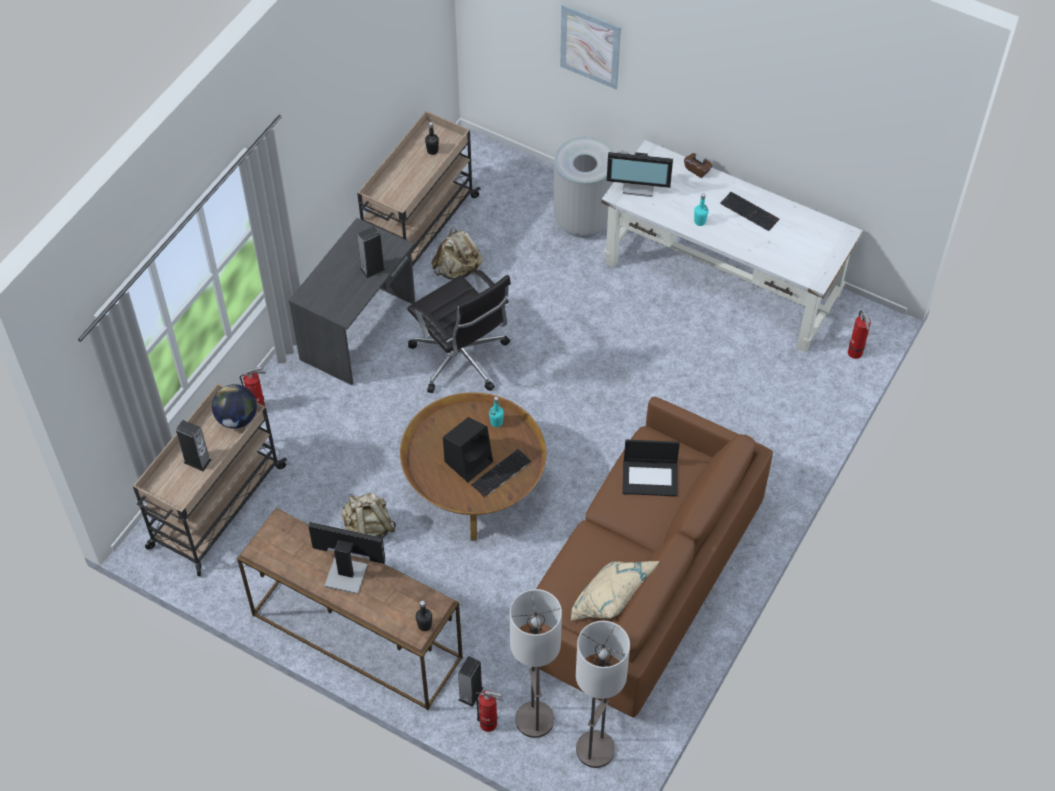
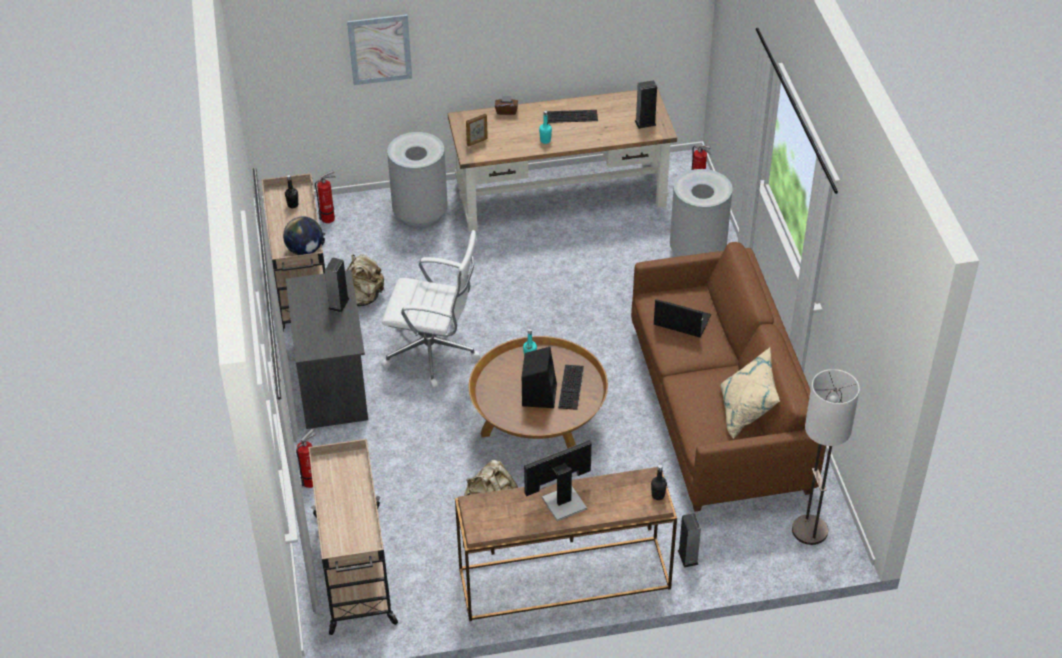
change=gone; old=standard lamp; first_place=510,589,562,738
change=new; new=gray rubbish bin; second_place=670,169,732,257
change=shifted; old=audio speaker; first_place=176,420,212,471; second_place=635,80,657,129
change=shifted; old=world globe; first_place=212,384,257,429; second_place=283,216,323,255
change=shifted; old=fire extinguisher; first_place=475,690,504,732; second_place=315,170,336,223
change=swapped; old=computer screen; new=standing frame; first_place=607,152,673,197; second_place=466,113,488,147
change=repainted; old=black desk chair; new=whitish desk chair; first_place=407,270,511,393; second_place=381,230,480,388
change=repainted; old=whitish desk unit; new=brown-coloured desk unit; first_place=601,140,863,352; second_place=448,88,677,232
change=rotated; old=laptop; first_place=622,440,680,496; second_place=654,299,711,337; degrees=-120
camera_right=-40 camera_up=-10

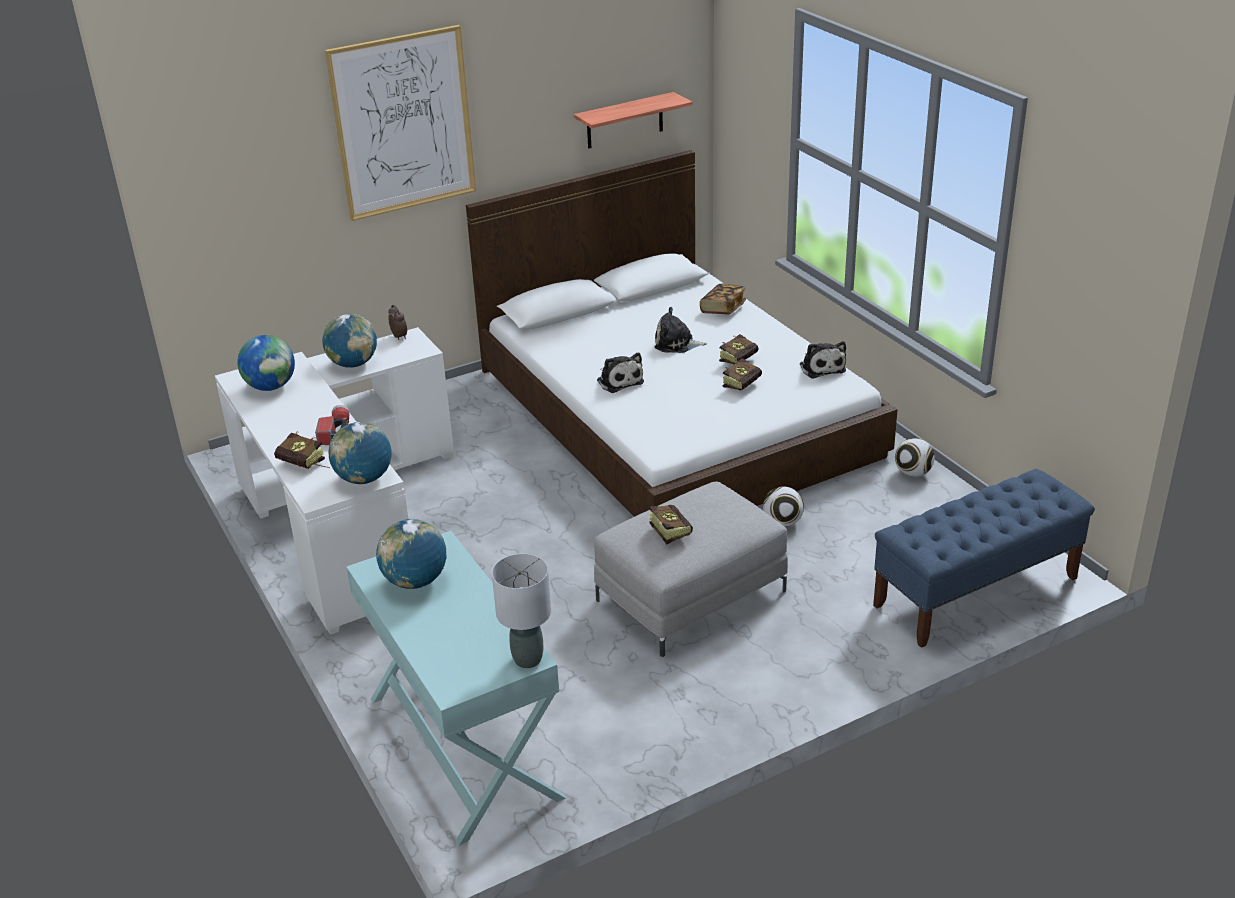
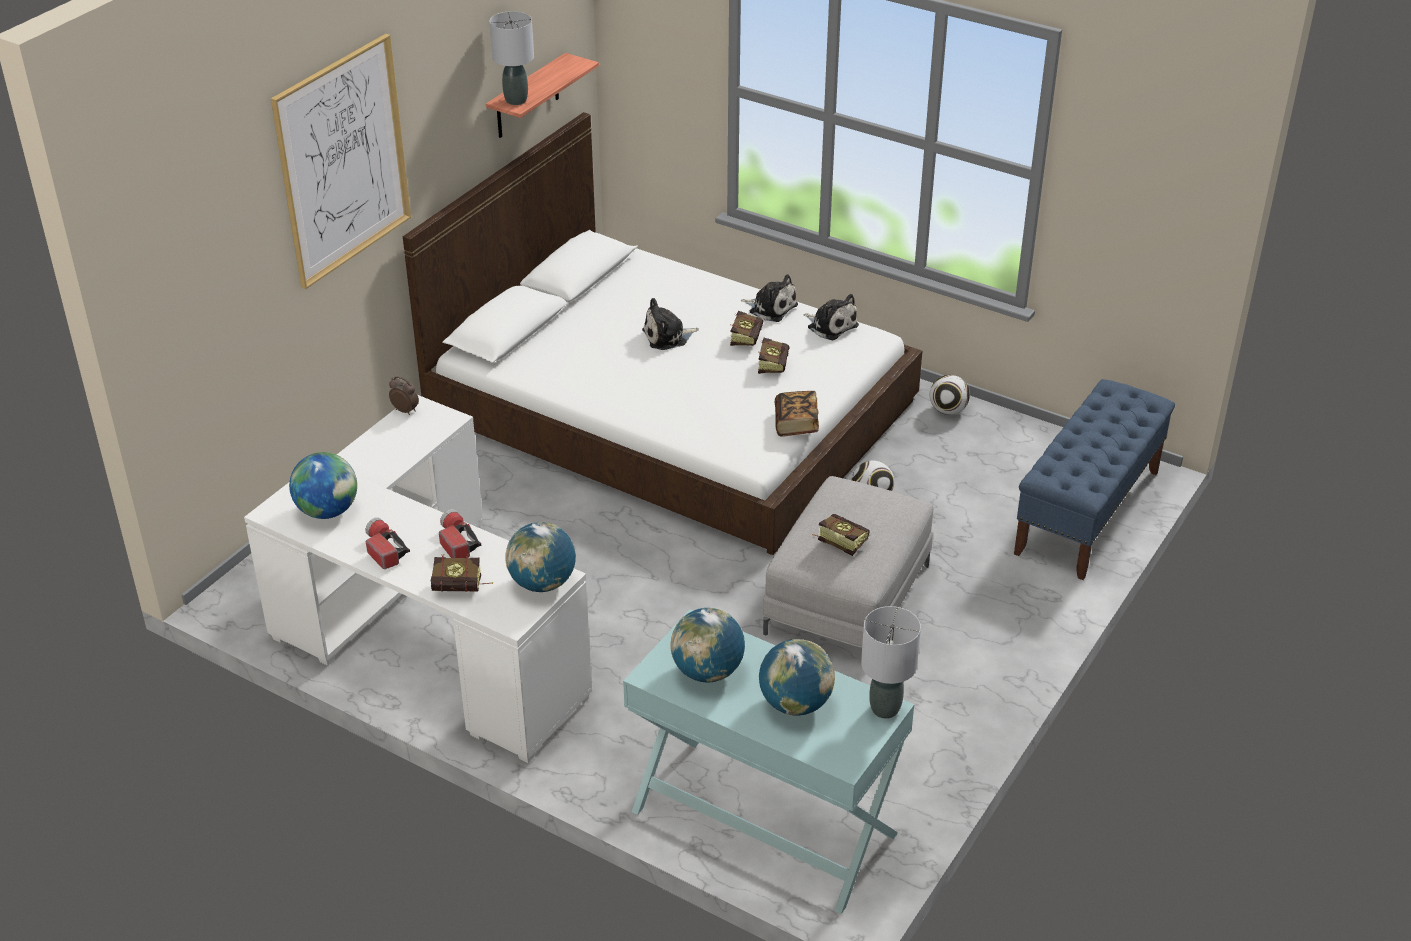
change=new; new=flashlight; second_place=365,517,410,569
change=new; new=gray table lamp; second_place=490,11,534,105
change=shifted; old=world globe; first_place=322,314,377,368; second_place=759,639,835,716
change=shifted; old=soft toy; first_place=597,352,644,393; second_place=741,274,798,322
change=shifted; old=volume; first_place=700,284,746,315; second_place=775,391,819,437
camera_right=-30 camera_up=5

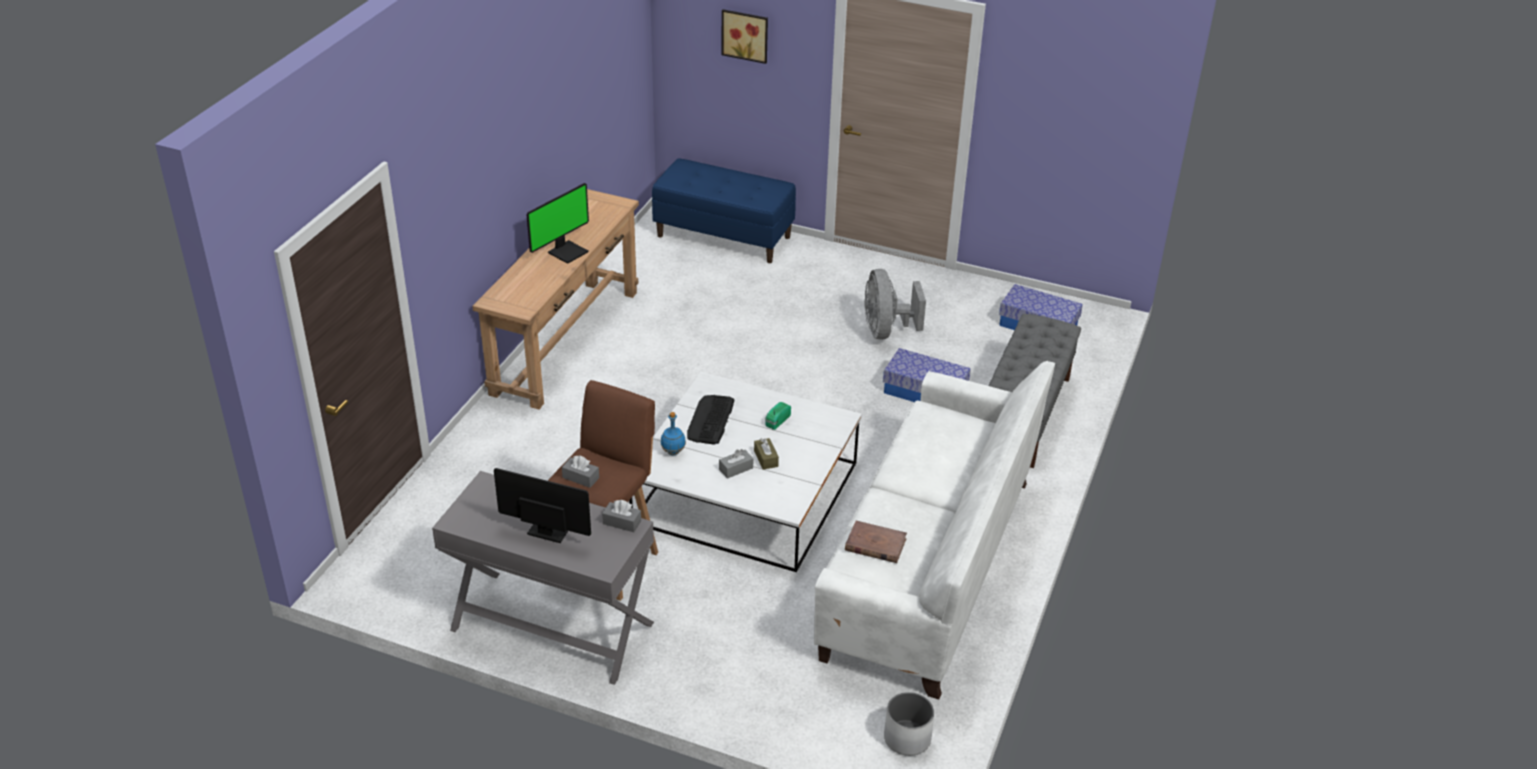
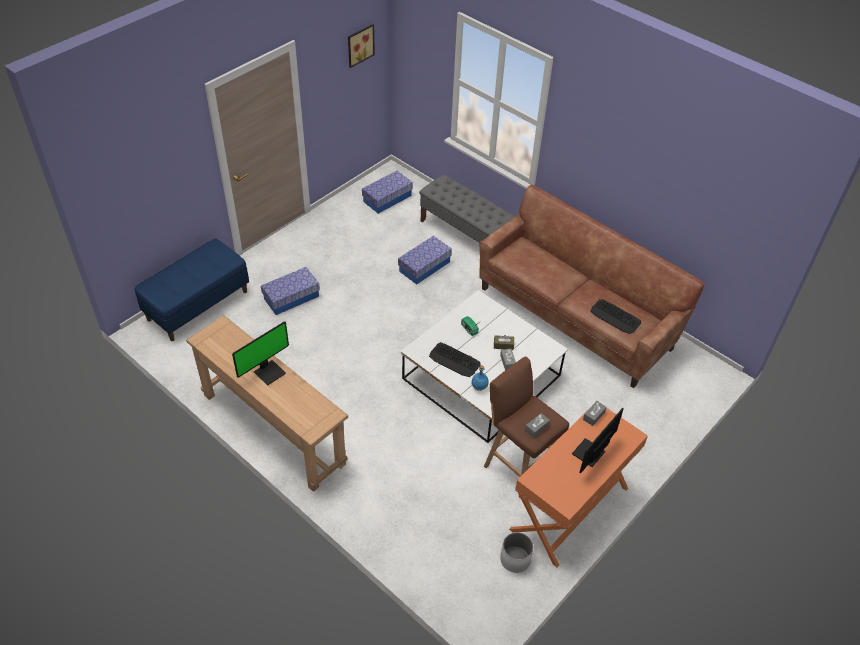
change=gone; old=gray electric fan; first_place=864,269,926,340
change=new; new=storage box; second_place=261,267,320,315
change=shifted; old=wall art; first_place=722,9,768,64; second_place=348,24,375,68
change=shifted; old=whitish planter; first_place=884,692,934,756; second_place=500,532,533,573
change=swapped; old=brown-coloured volume; new=PC keyboard; first_place=845,521,907,563; second_place=591,299,641,334
change=repainted; old=gray desk unit; new=orange-coloured desk unit; first_place=432,471,654,685; second_place=509,408,648,567
change=repainted; old=whitish settee; new=brown-coloured settee; first_place=814,361,1055,700; second_place=479,184,704,388
change=rotated; old=computer screen; first_place=526,183,589,264; second_place=232,321,289,386; degrees=75
camera_right=-70 camera_up=10

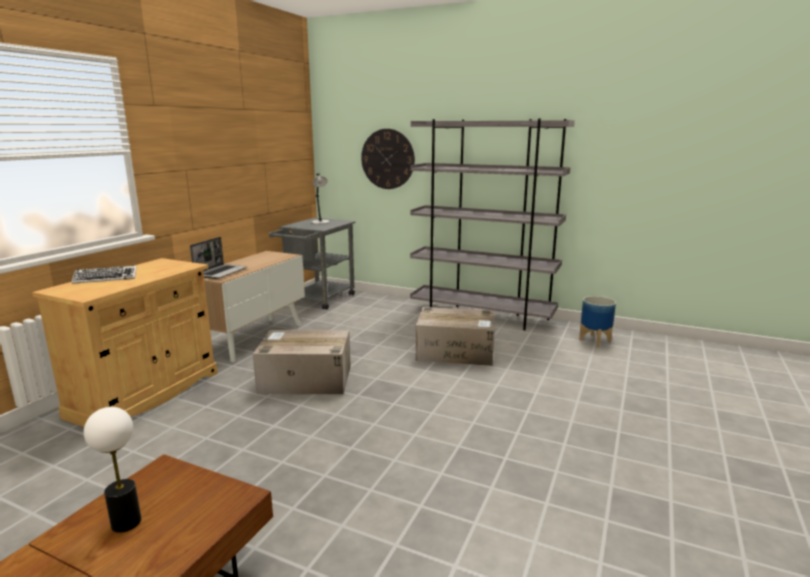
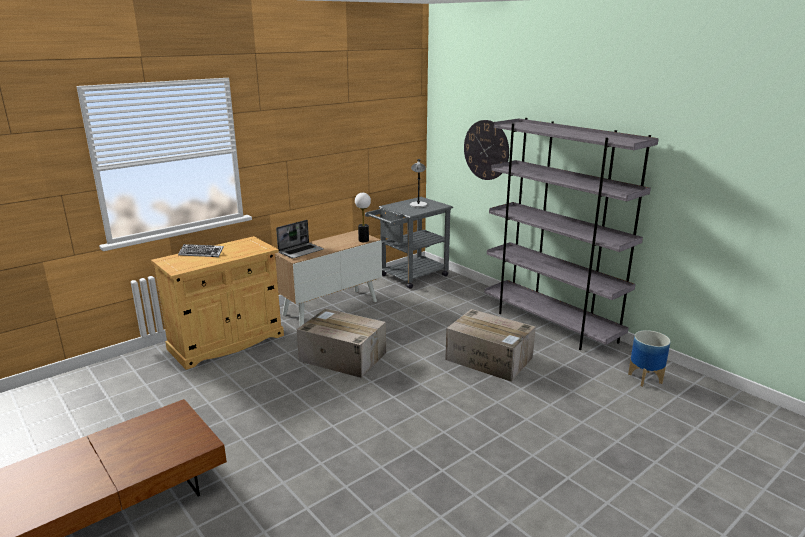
change=shifted; old=table lamp; first_place=84,407,141,533; second_place=355,193,371,242
camera_right=25 camera_up=5

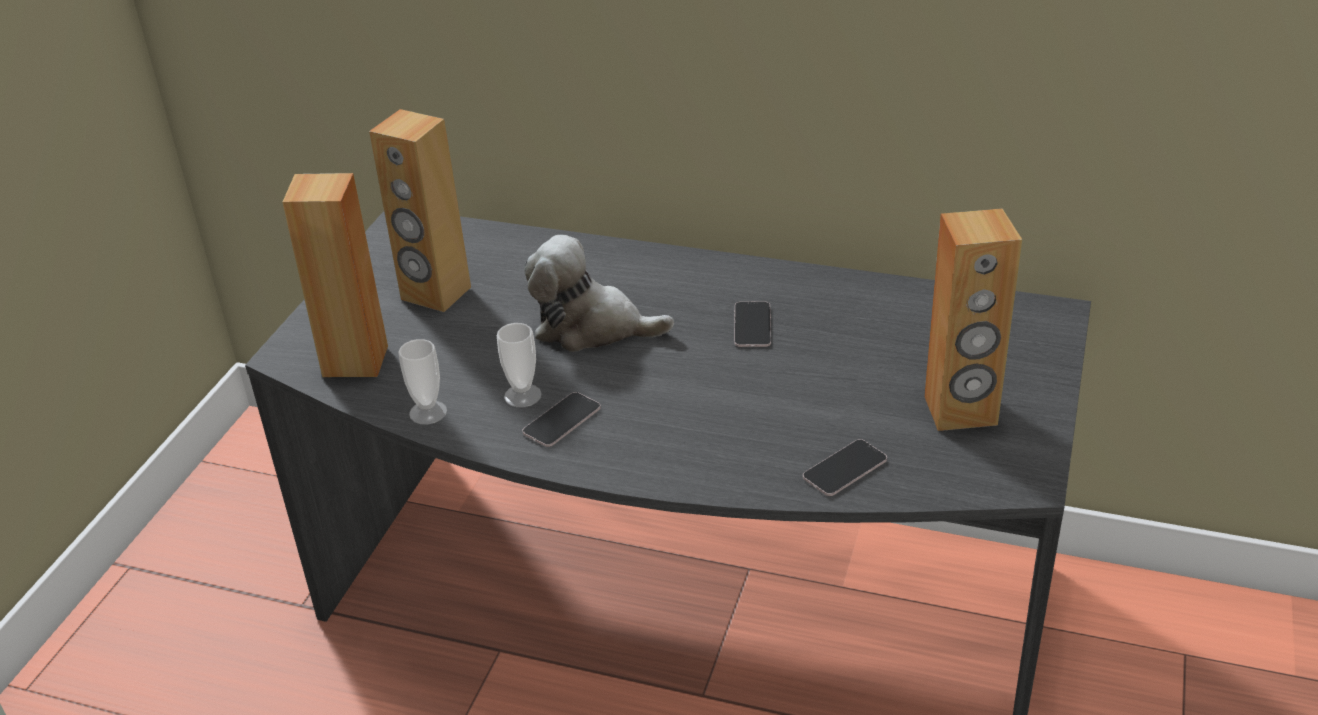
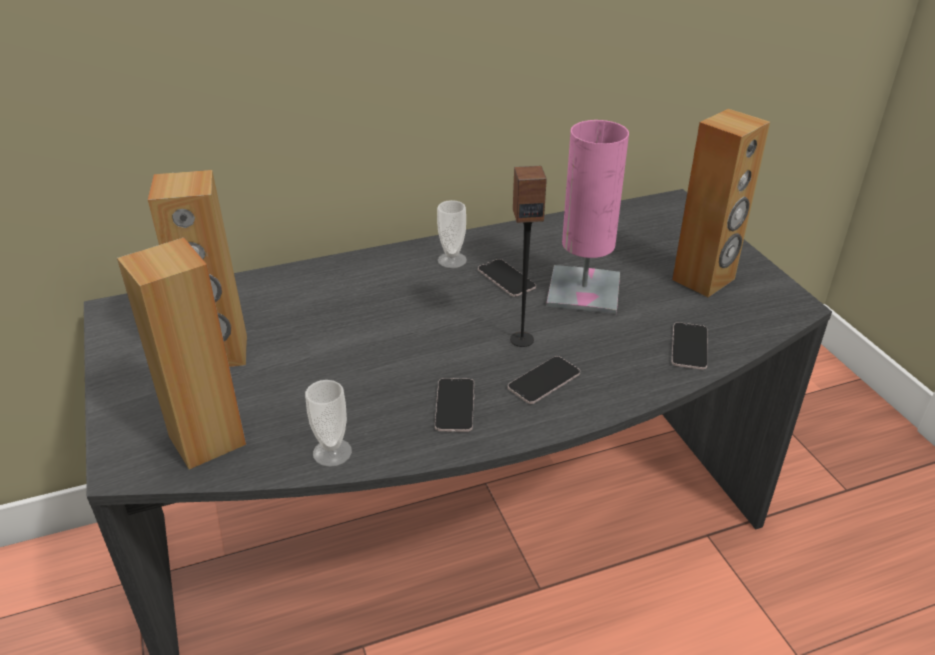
change=gone; old=soft toy; first_place=524,235,674,352
change=new; new=handset; second_place=508,356,580,404
change=new; new=audio speaker; second_place=510,166,547,347
change=new; new=pink-coloured table lamp; second_place=546,120,629,314
change=shifted; old=small cup; first_place=497,323,542,408; second_place=437,200,467,268
camera_right=-40 camera_up=0

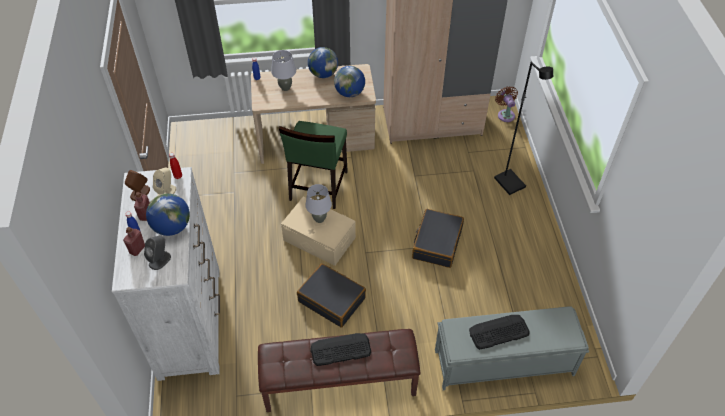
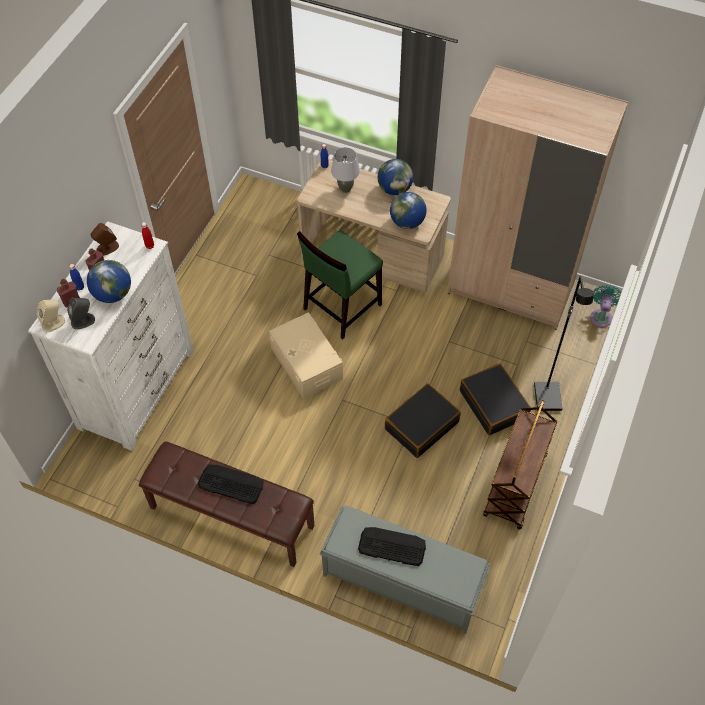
change=gone; old=gray table lamp; first_place=305,184,332,223
change=new; new=brown-coloured trolley; second_place=483,400,557,530
change=shifted; old=beige audio speaker; first_place=153,168,176,196; second_place=37,299,65,332
change=shifted; old=black suitcase; first_place=297,263,366,327; second_place=460,363,531,435
change=repainted; old=brown-coloured electric fan; new=blue-green electric fan; first_place=495,86,518,122; second_place=590,285,621,328
camera_right=30 camera_up=5

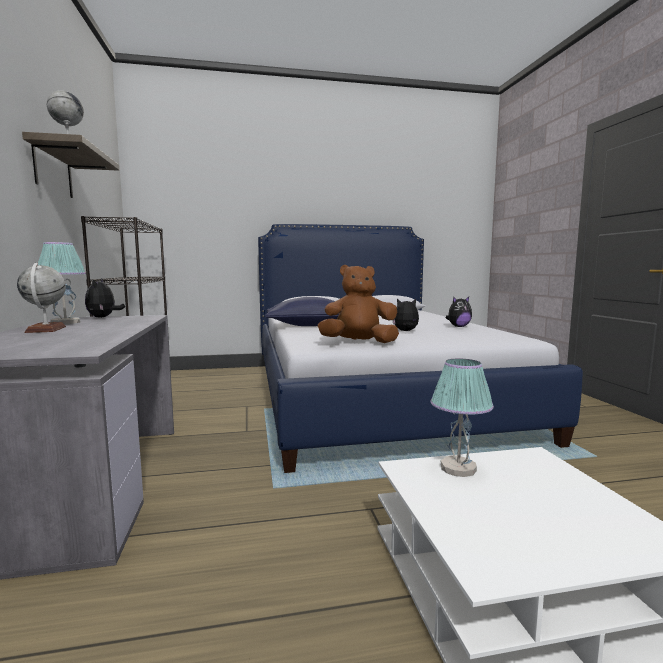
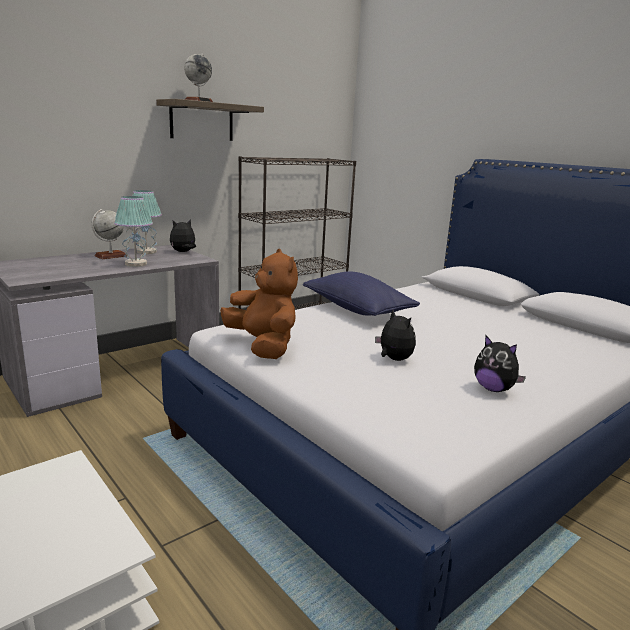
change=shifted; old=table lamp; first_place=431,359,494,477; second_place=114,196,153,267
camera_right=60 camera_up=10

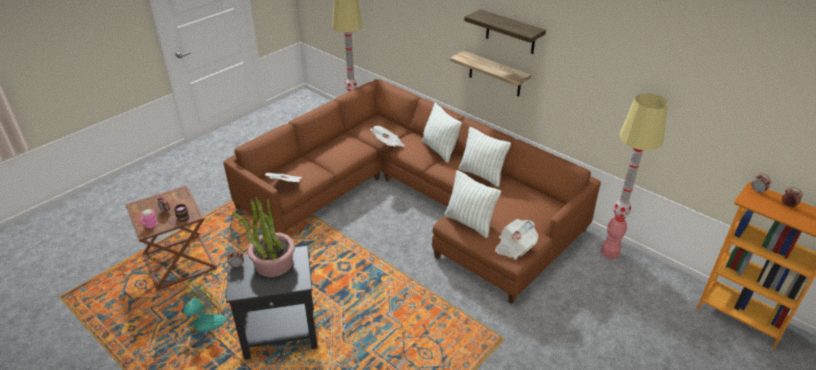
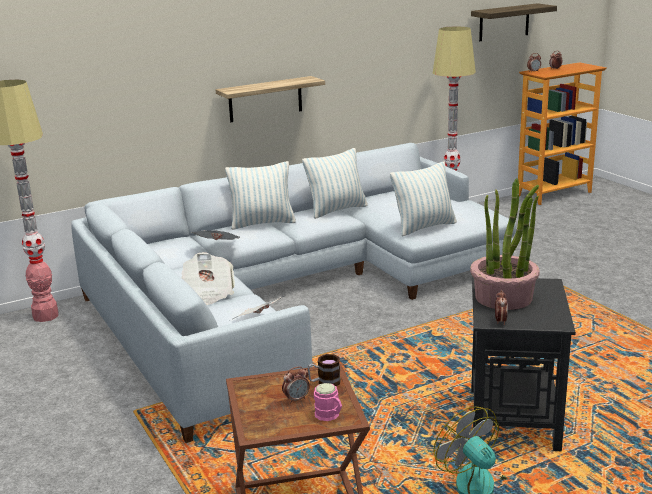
change=shifted; old=shelf; first_place=464,9,546,54; second_place=471,3,557,41
change=shifted; old=printed paper; first_place=495,219,538,259; second_place=181,252,235,305
change=repainted; old=brown-coloured settee; new=gray settee; first_place=223,79,601,304; second_place=71,143,516,443
camera_right=-70 camera_up=-15

